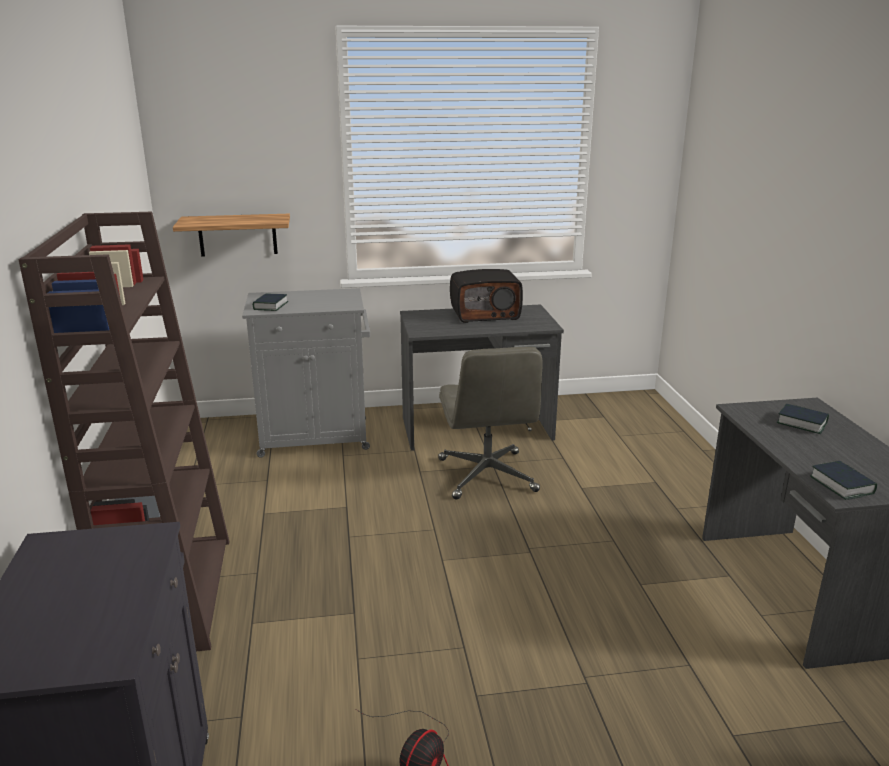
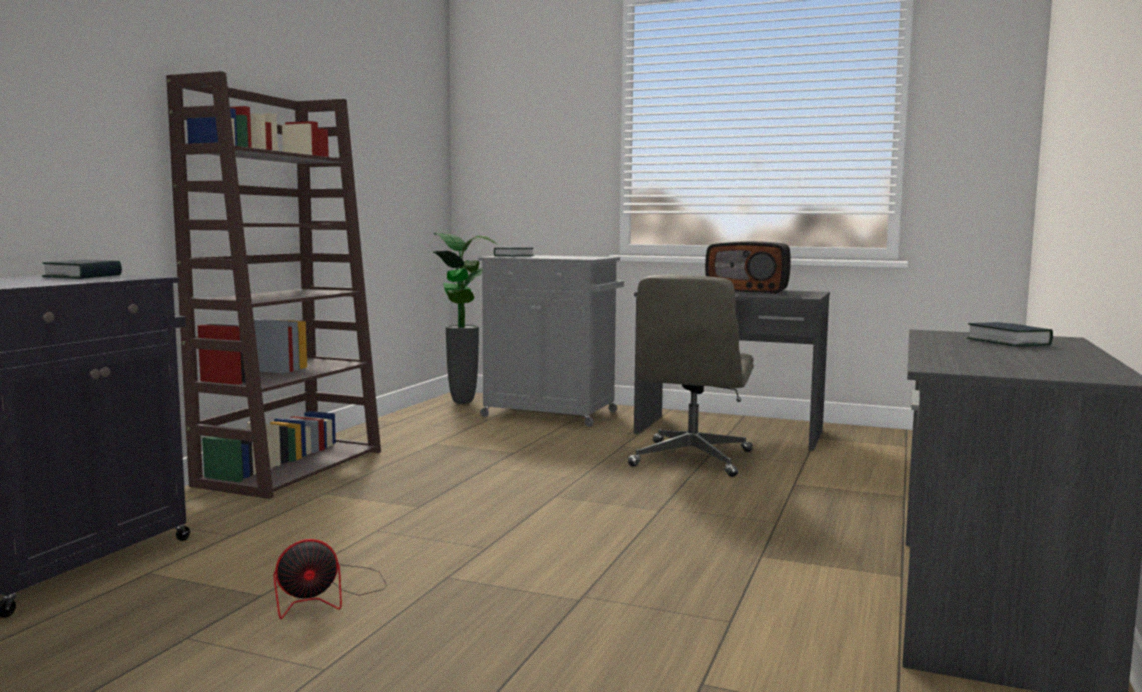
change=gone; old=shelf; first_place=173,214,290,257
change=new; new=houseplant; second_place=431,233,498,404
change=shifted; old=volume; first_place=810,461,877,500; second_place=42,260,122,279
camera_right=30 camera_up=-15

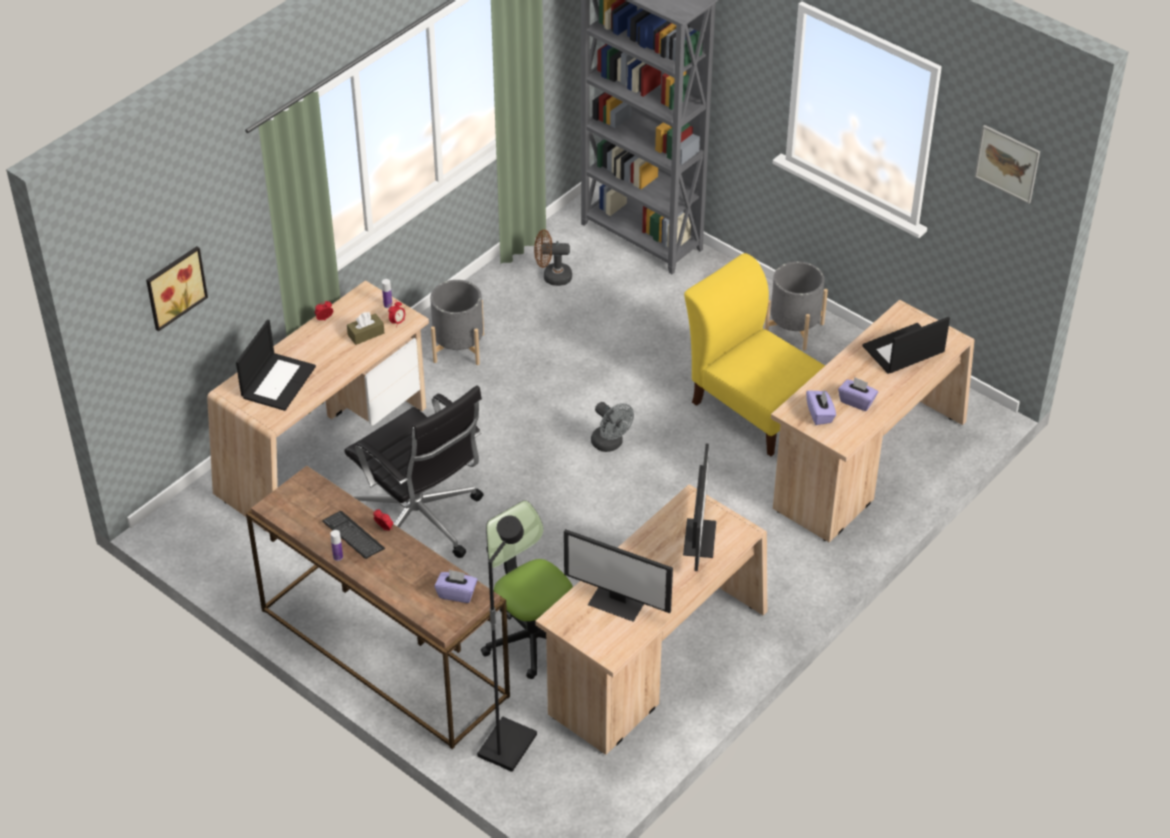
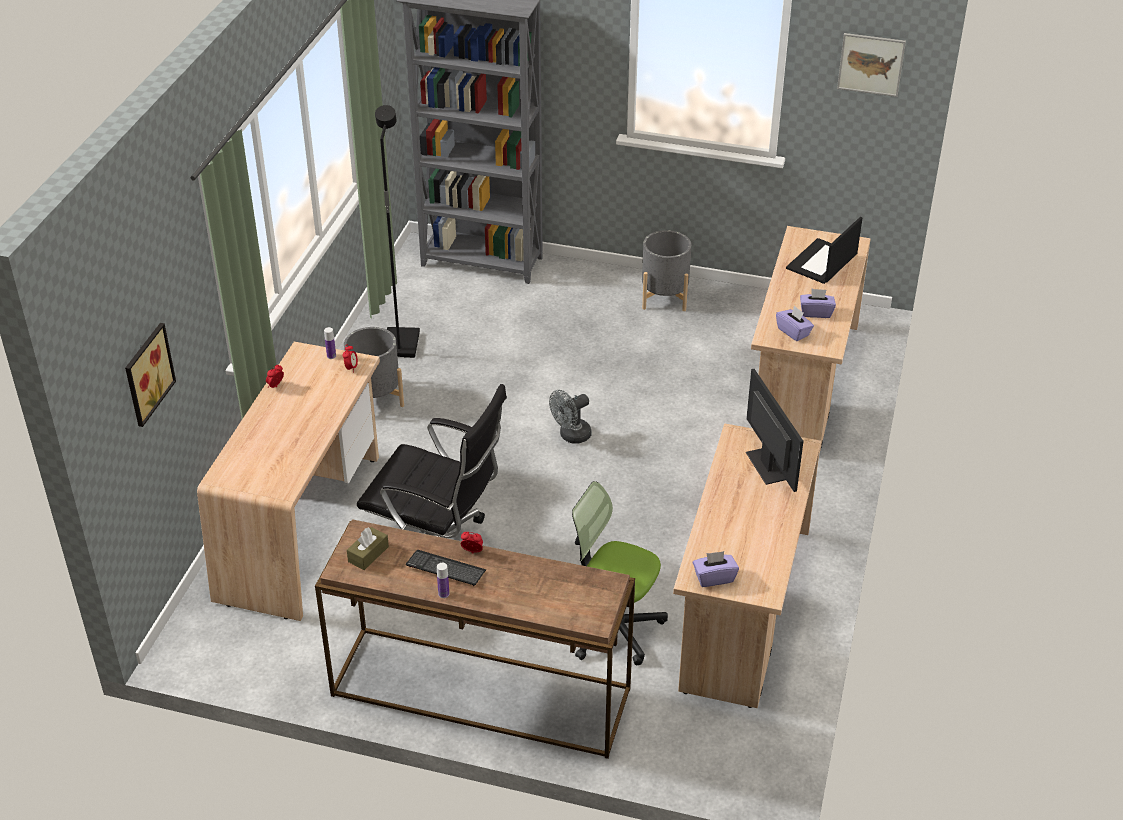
change=gone; old=laptop; first_place=236,320,316,411
change=gone; old=brown-coloured electric fan; first_place=534,230,572,286
change=gone; old=computer screen; first_place=564,529,673,622
change=gone; old=yellow chair; first_place=684,253,825,456
change=shifted; old=brown-coloured tissue holder; first_place=347,312,384,345; second_place=347,527,389,570
change=shifted; old=purple-coloured tissue holder; first_place=434,569,478,603; second_place=693,551,739,587
change=shifted; old=black standard lamp; first_place=477,515,537,772; second_place=375,105,420,358
change=rotated; old=gray electric fan; first_place=591,402,634,452; second_place=549,390,592,444; degrees=120
camera_right=-25 camera_up=-5

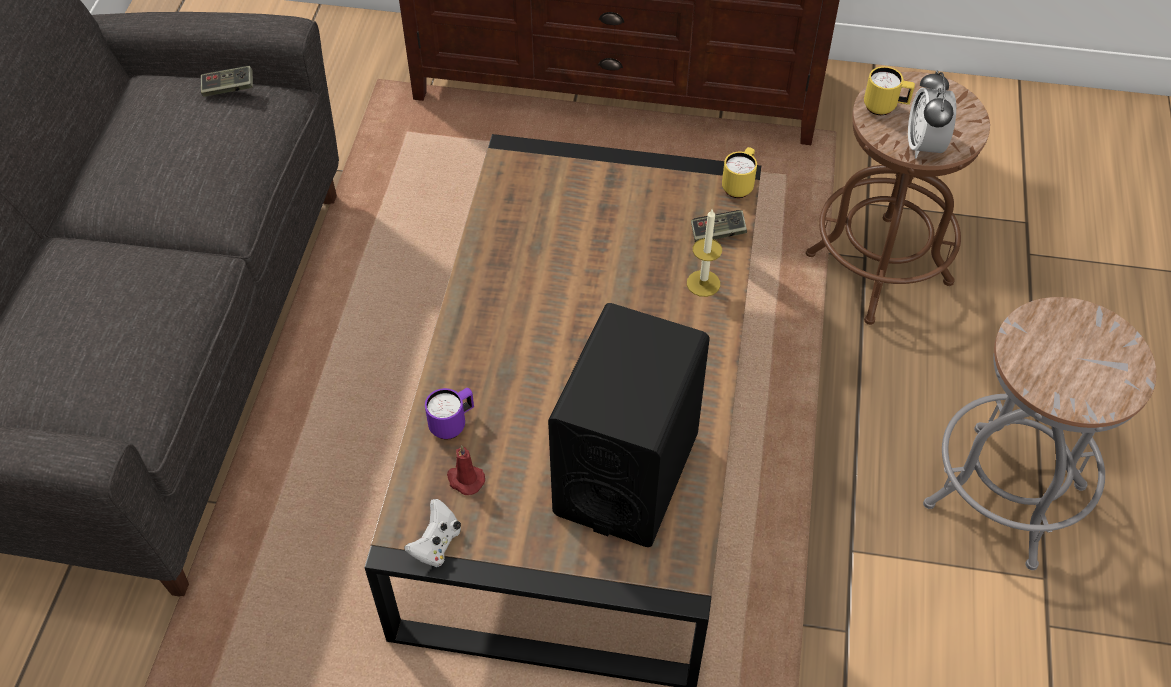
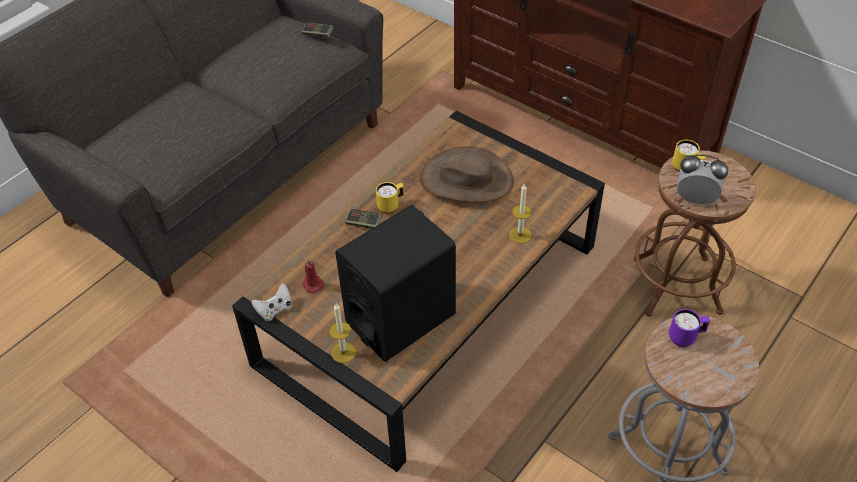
change=new; new=wax candle; second_place=329,304,356,363
change=new; new=brown-coloured wearable hat; second_place=420,146,513,202
change=shifted; old=purple-coloured coffee mug; first_place=425,388,474,440; second_place=669,309,710,347
change=shifted; old=gamepad; first_place=691,210,747,242; second_place=345,209,382,229
change=shifted; old=yellow coffee mug; first_place=722,147,757,198; second_place=376,182,404,214
change=rotated; old=table clock; first_place=908,70,956,159; second_place=677,154,728,204; degrees=75
camera_right=30 camera_up=-5

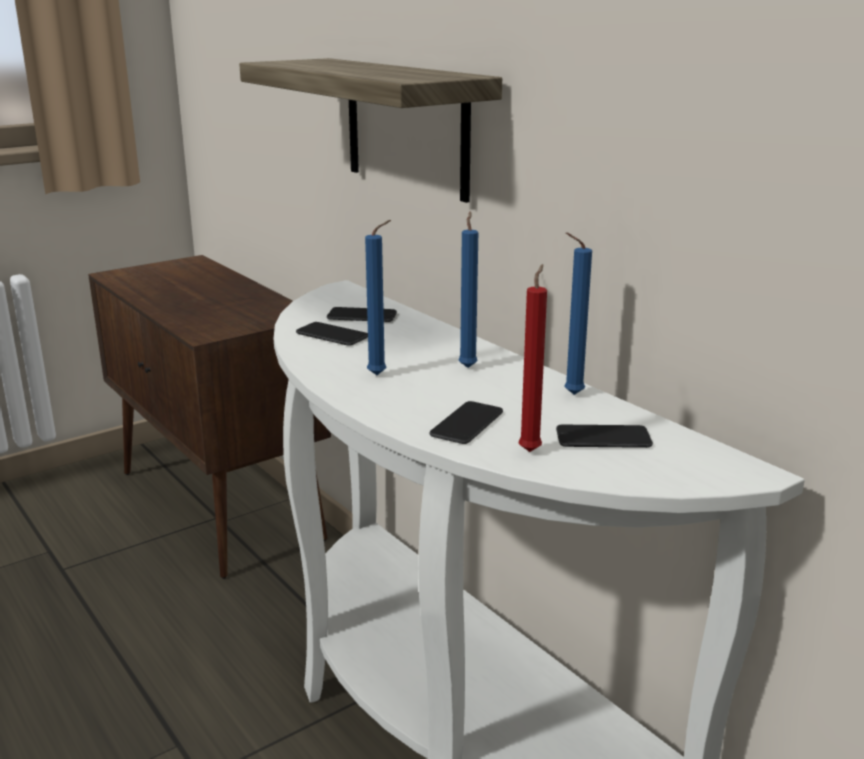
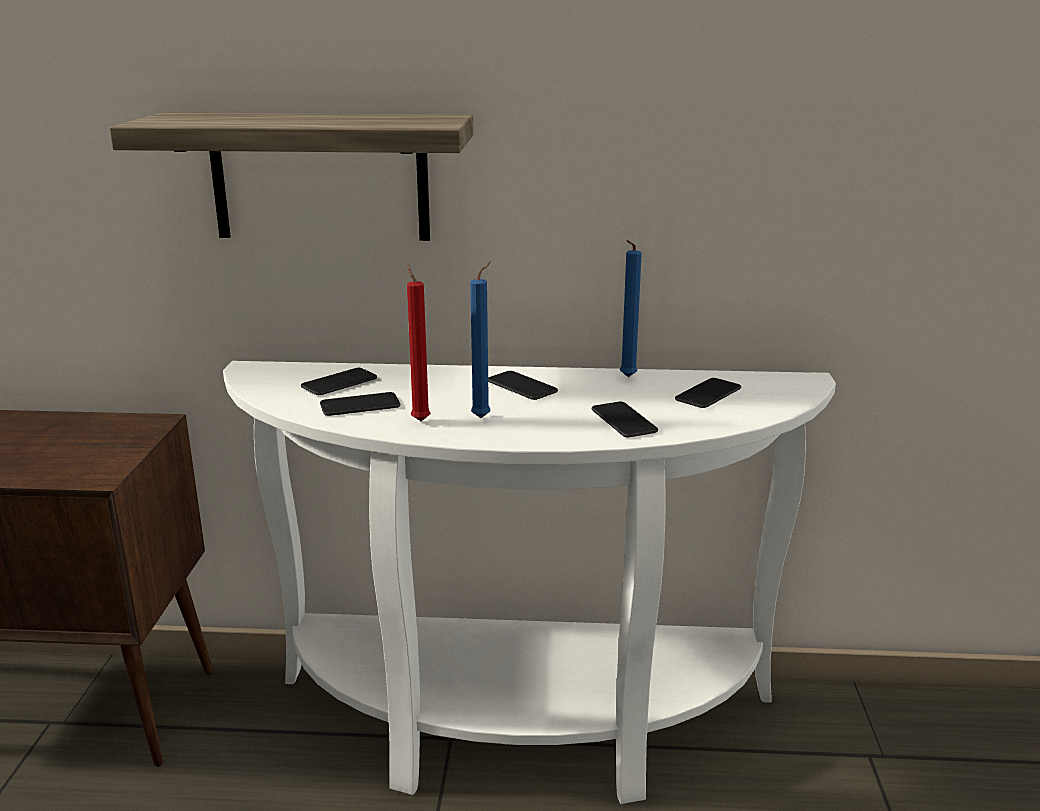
change=shifted; old=red-coloured wax candle; first_place=519,264,547,452; second_place=407,263,431,421
change=swapped; old=bluish wax candle; new=handset; first_place=458,211,478,368; second_place=488,371,558,400
camera_right=-50 camera_up=0

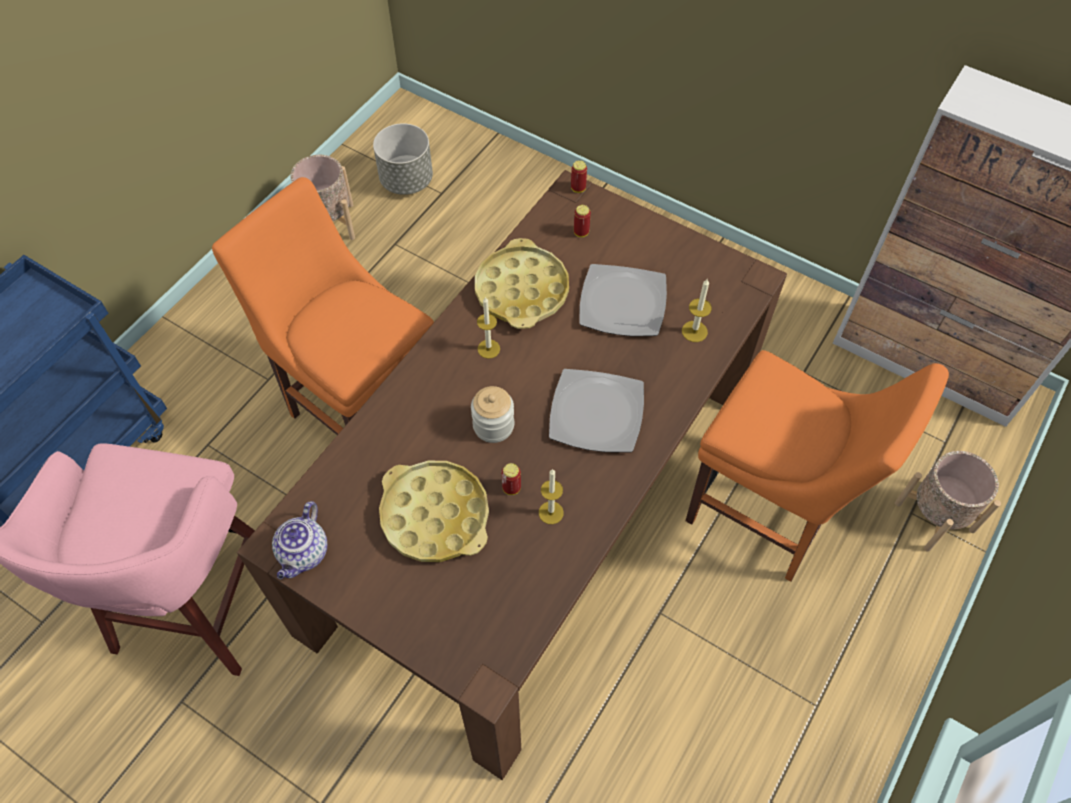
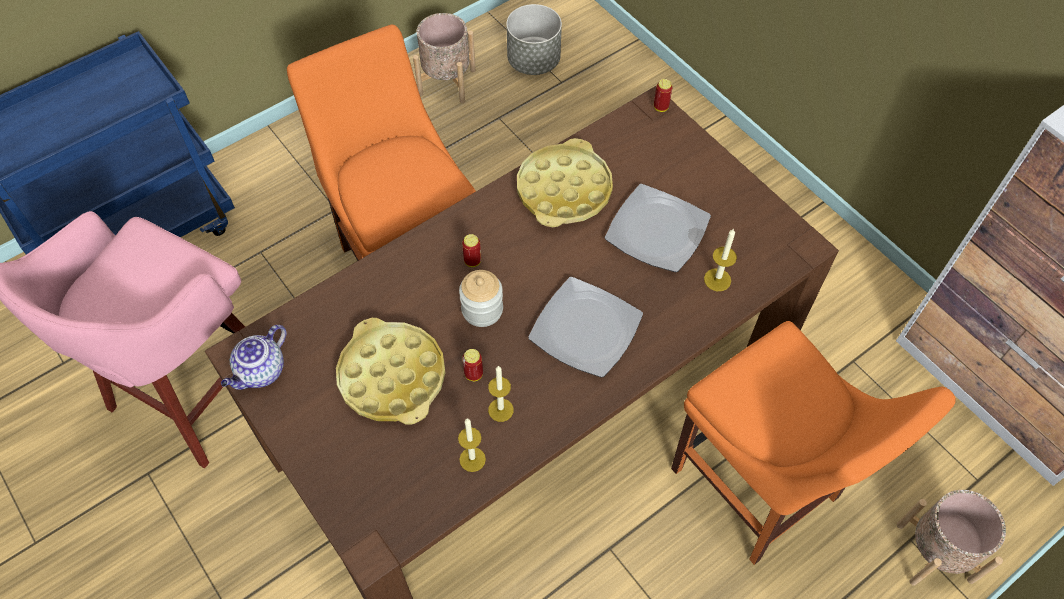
change=shifted; old=wax candle; first_place=477,297,500,359; second_place=458,419,486,472
change=shifted; old=metal can; first_place=574,205,591,237; second_place=462,234,481,267
camera_right=20 camera_up=0

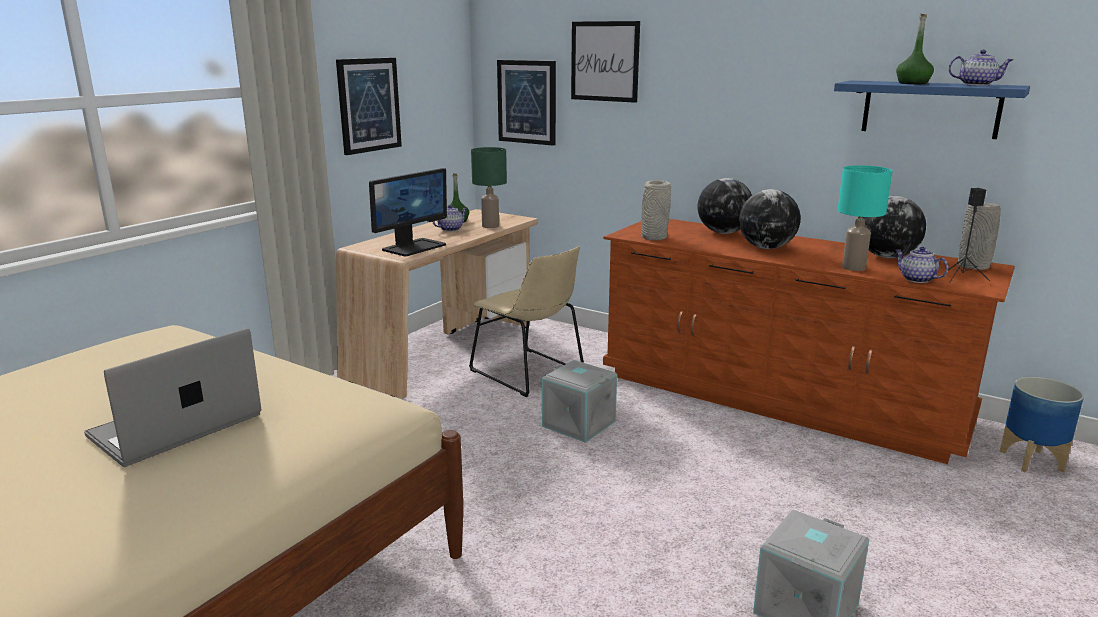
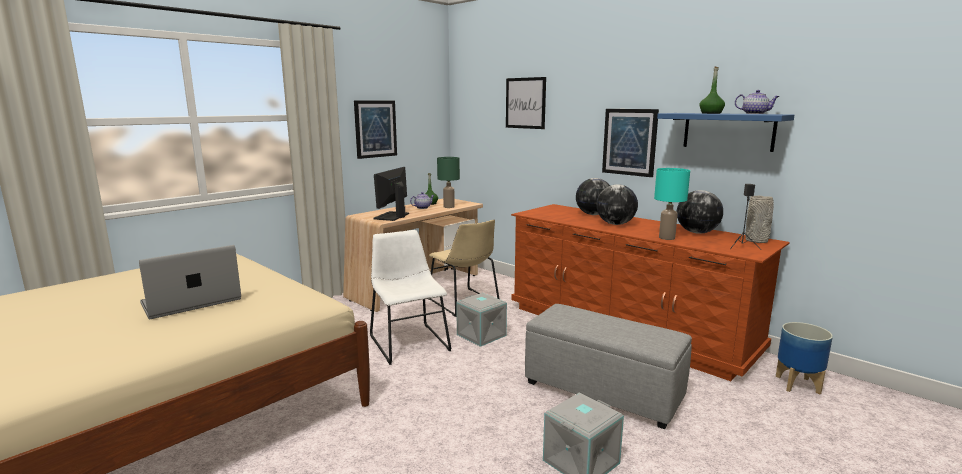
change=gone; old=gray vase; first_place=641,180,671,240
change=gone; old=tea pot; first_place=895,247,949,283
change=new; new=whitish chair; second_place=370,230,452,365
change=new; new=gray footrest; second_place=525,304,692,429
change=shifted; old=wall art; first_place=497,60,556,146; second_place=602,109,659,177
change=rotated; old=computer screen; first_place=369,168,447,256; second_place=373,167,409,221; degrees=150
camera_right=10 camera_up=-5

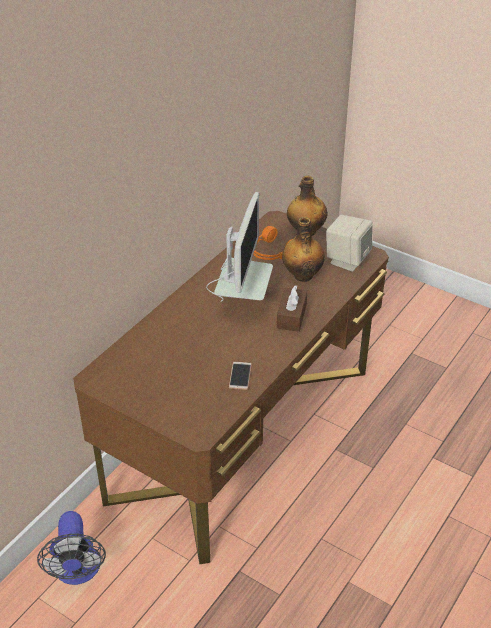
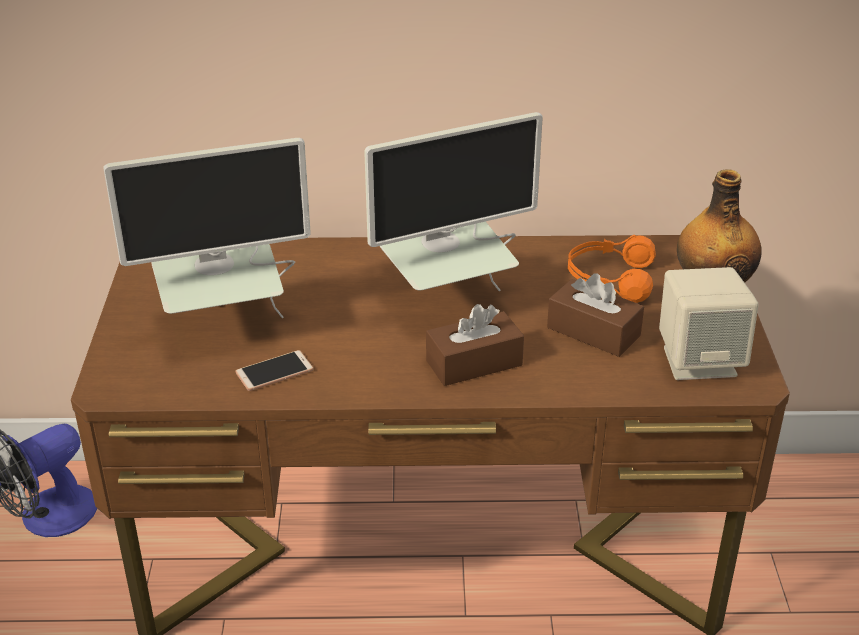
change=new; new=computer screen; second_place=103,138,311,318
change=swapped; old=drink bottle; new=brown-coloured tissue holder; first_place=282,217,325,282; second_place=547,273,644,357
camera_right=55 camera_up=-5

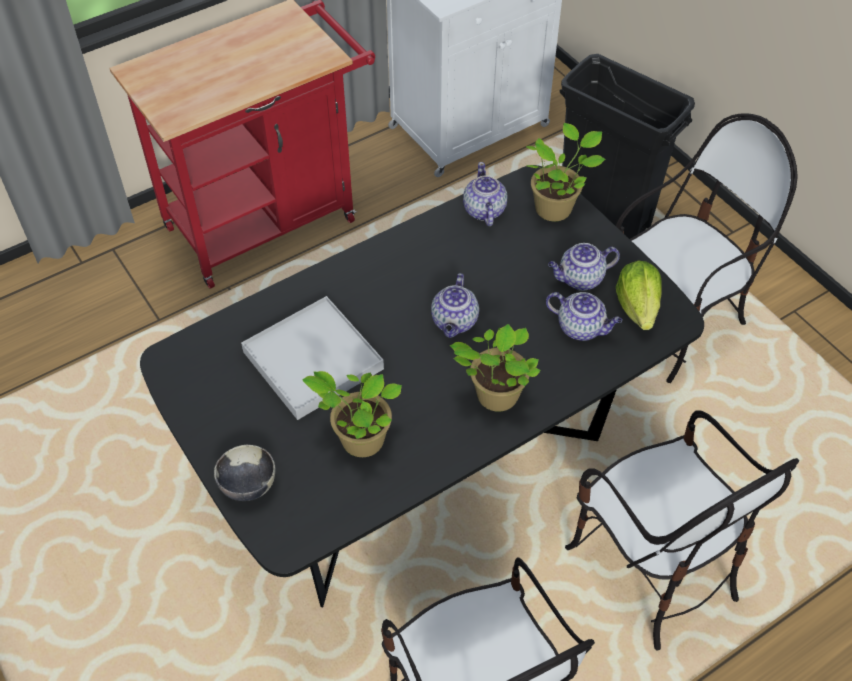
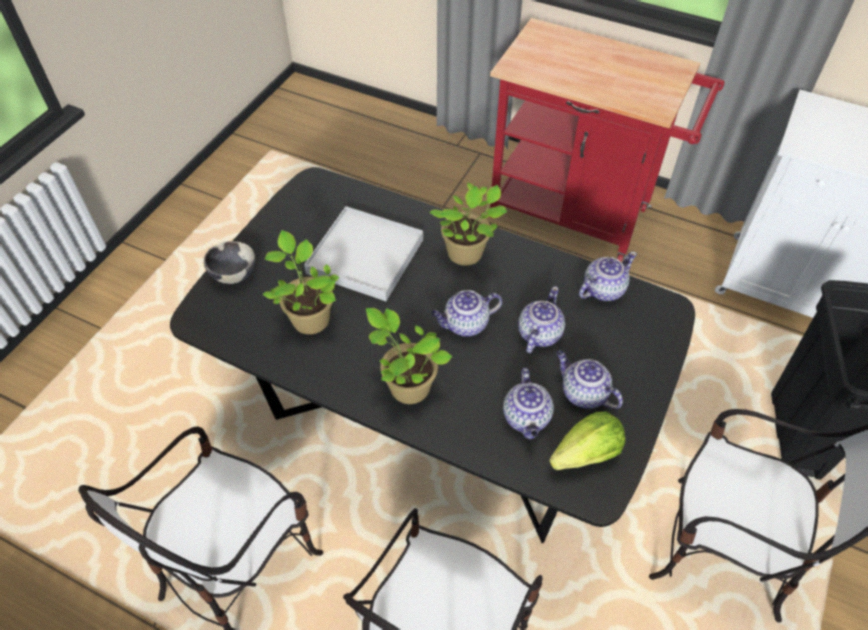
change=new; new=tea pot; second_place=518,286,565,353
change=shifted; old=houseplant; first_place=526,123,605,221; second_place=429,183,507,266
camera_right=60 camera_up=0

